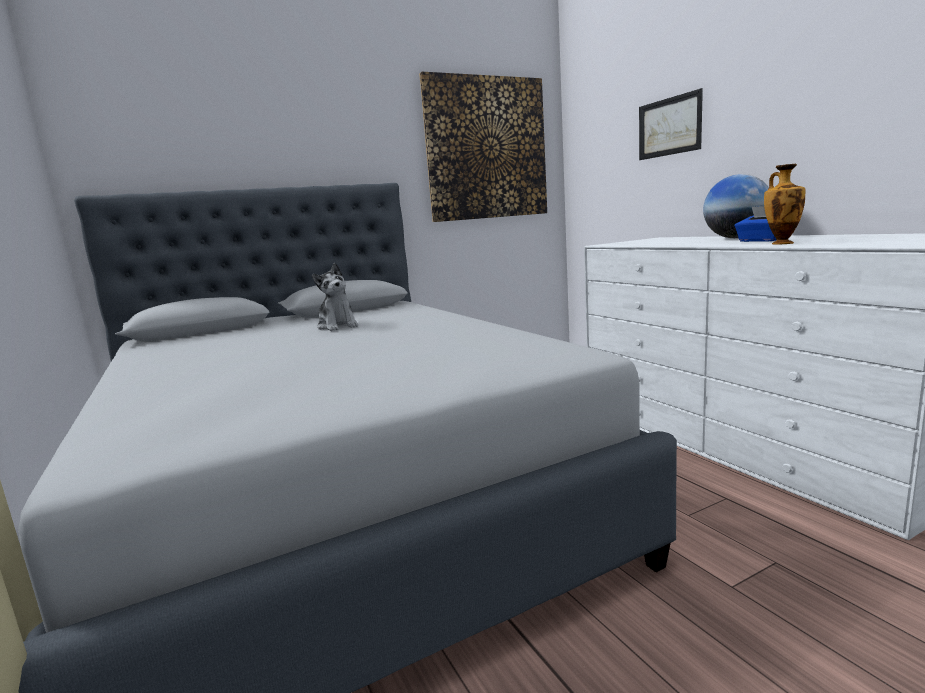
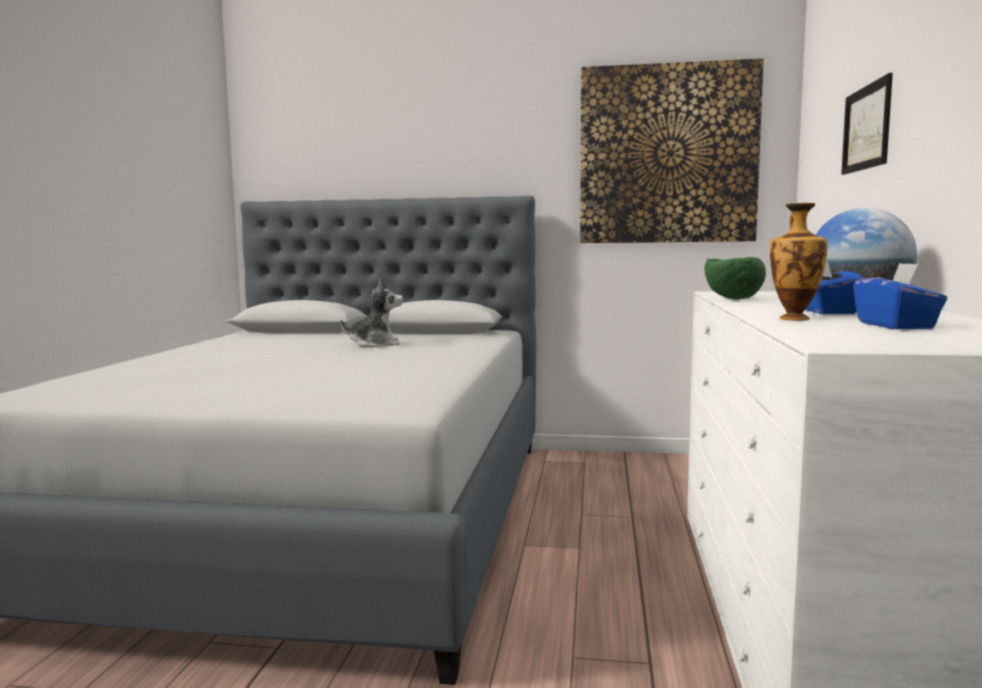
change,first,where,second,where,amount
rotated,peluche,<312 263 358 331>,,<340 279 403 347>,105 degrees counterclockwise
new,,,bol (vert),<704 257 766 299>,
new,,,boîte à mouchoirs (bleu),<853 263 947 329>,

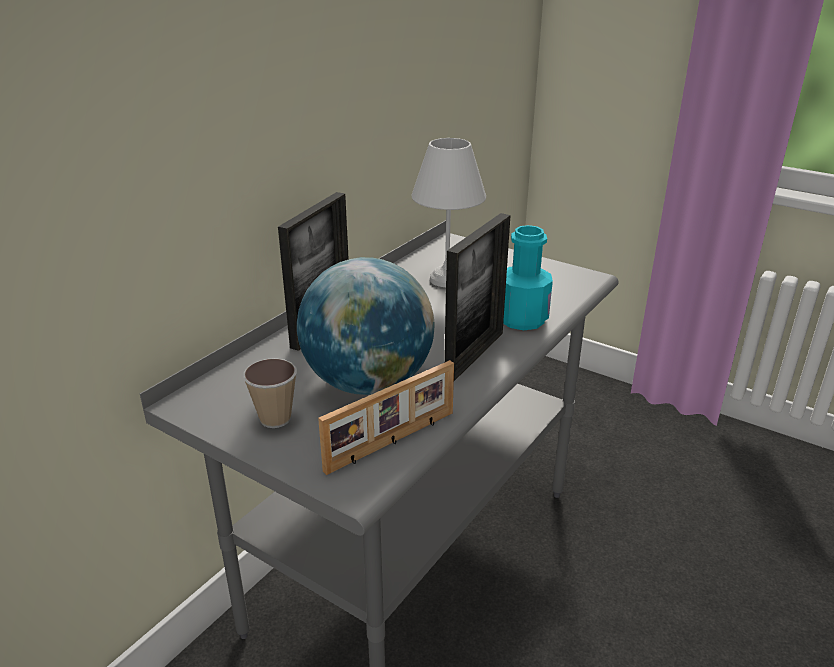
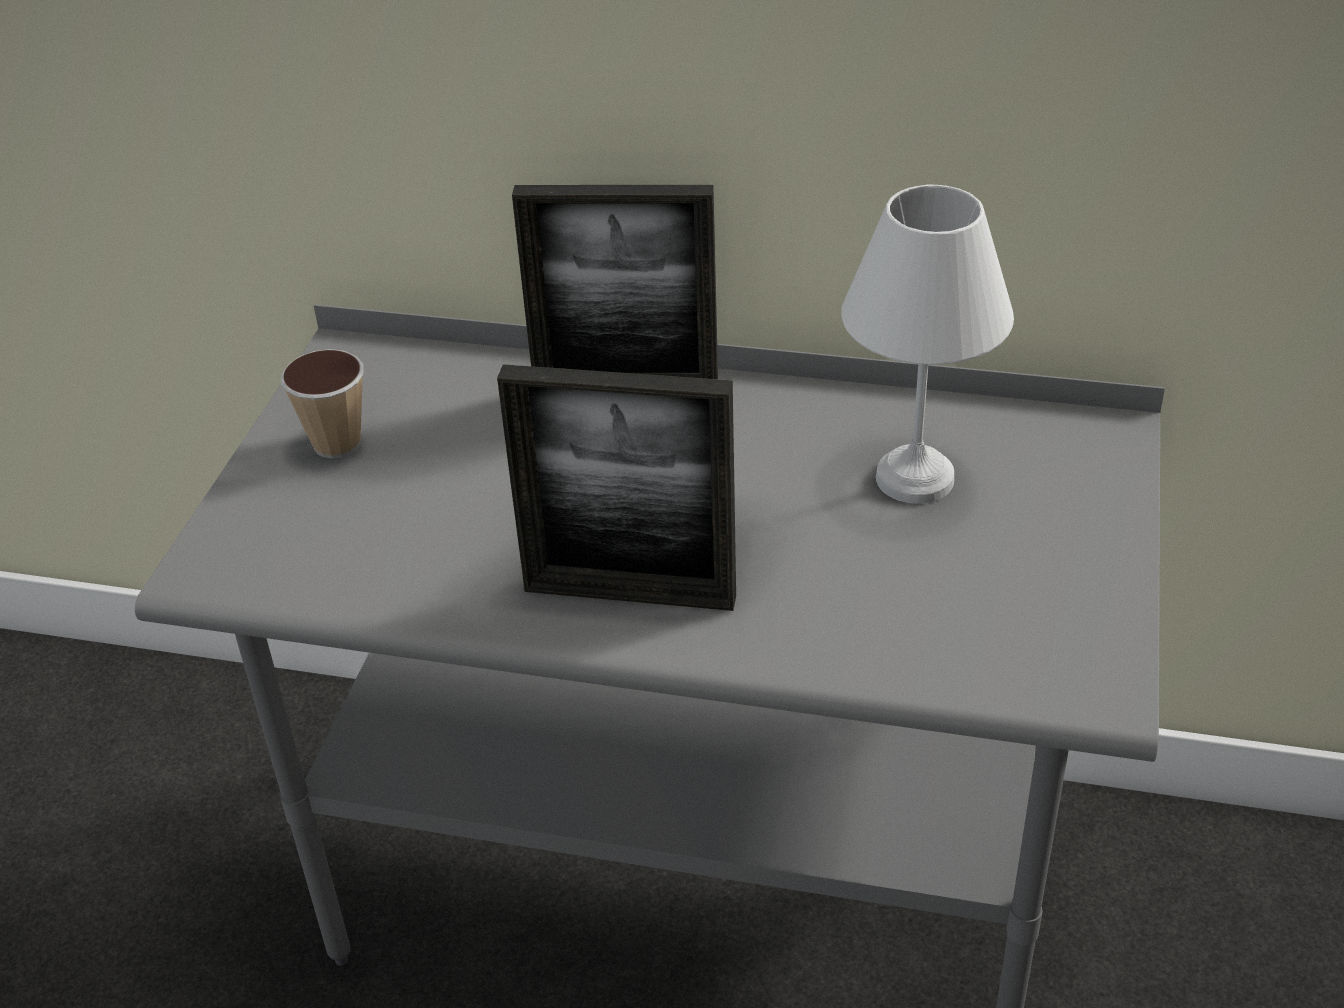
change,first,where,second,where,amount
gone,globe,<297 257 434 395>,,,
gone,cadre photo,<318 360 454 475>,,,
gone,bouteille (turquoise),<503 225 553 330>,,,

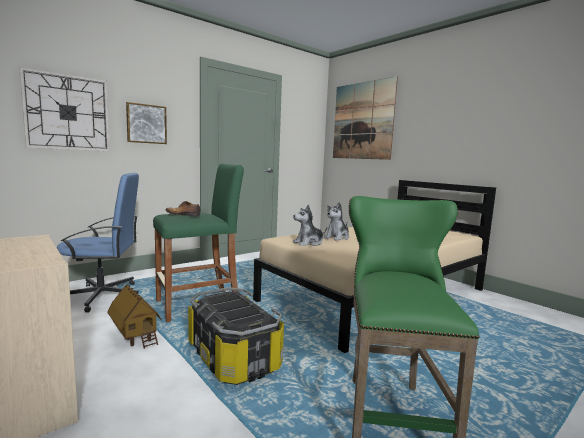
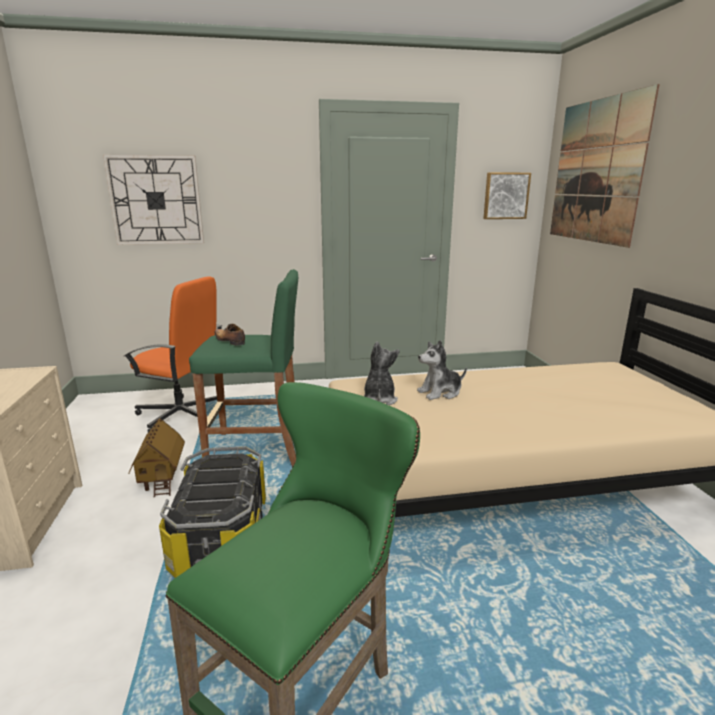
change,first,where,second,where,amount
repainted,chaise de bureau (bleu),<57 173 139 312>,chaise de bureau (orange),<123 276 222 432>,
shifted,tableau,<126 102 167 144>,,<483 172 531 219>,
rotated,peluche,<293 204 327 246>,,<364 342 400 405>,90 degrees clockwise

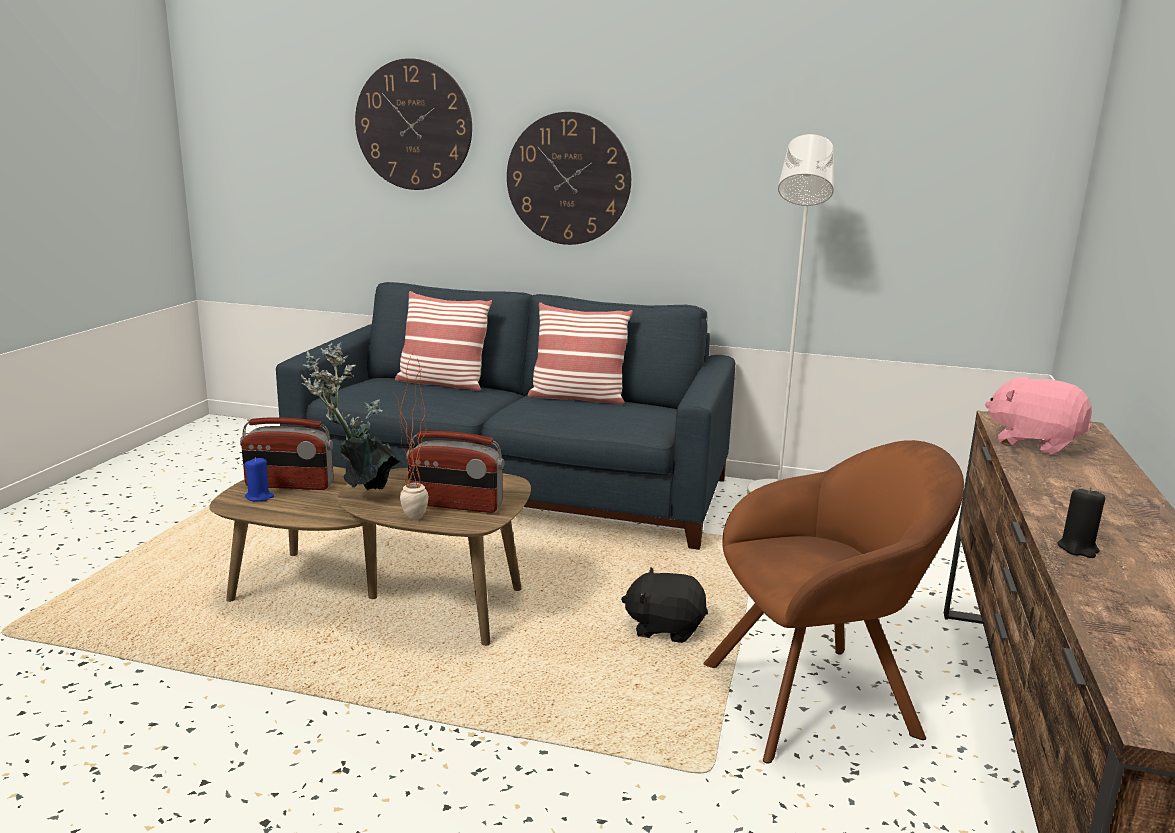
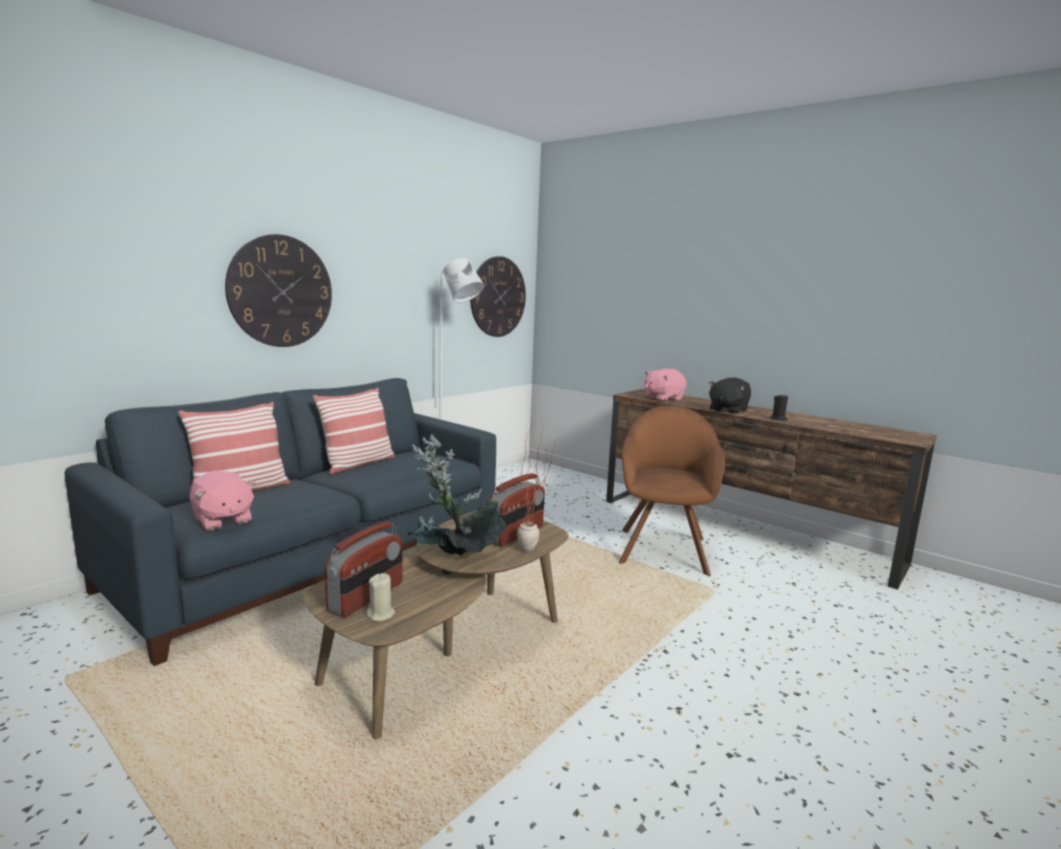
change,first,where,second,where,amount
repainted,bougie (bleu),<245 457 274 501>,bougie (beige),<366 573 395 621>,
shifted,horloge murale,<355 58 472 190>,,<470 256 526 337>,
shifted,peluche (noir),<621 567 708 643>,,<708 377 751 414>,
new,,,peluche (rose),<189 471 256 530>,

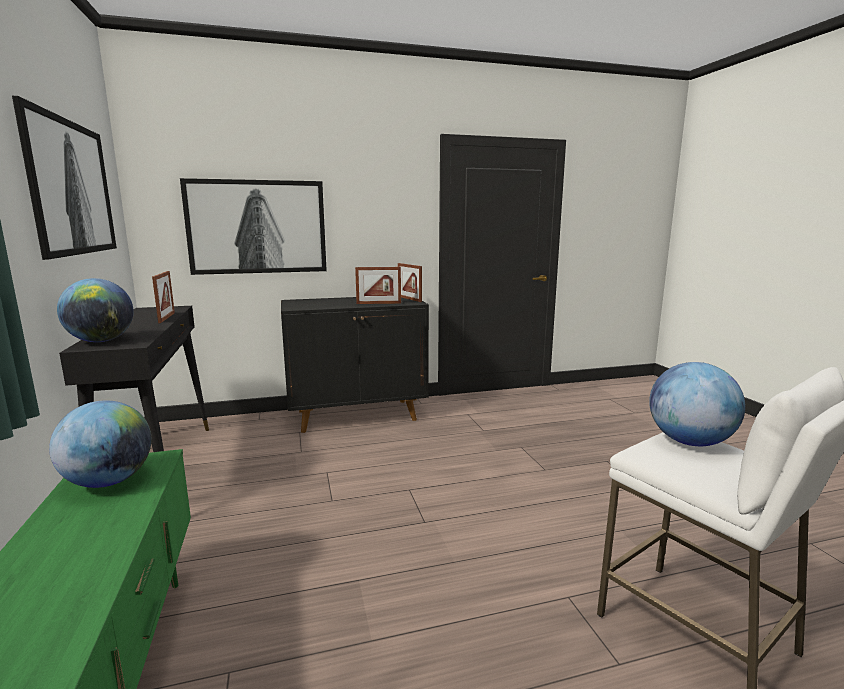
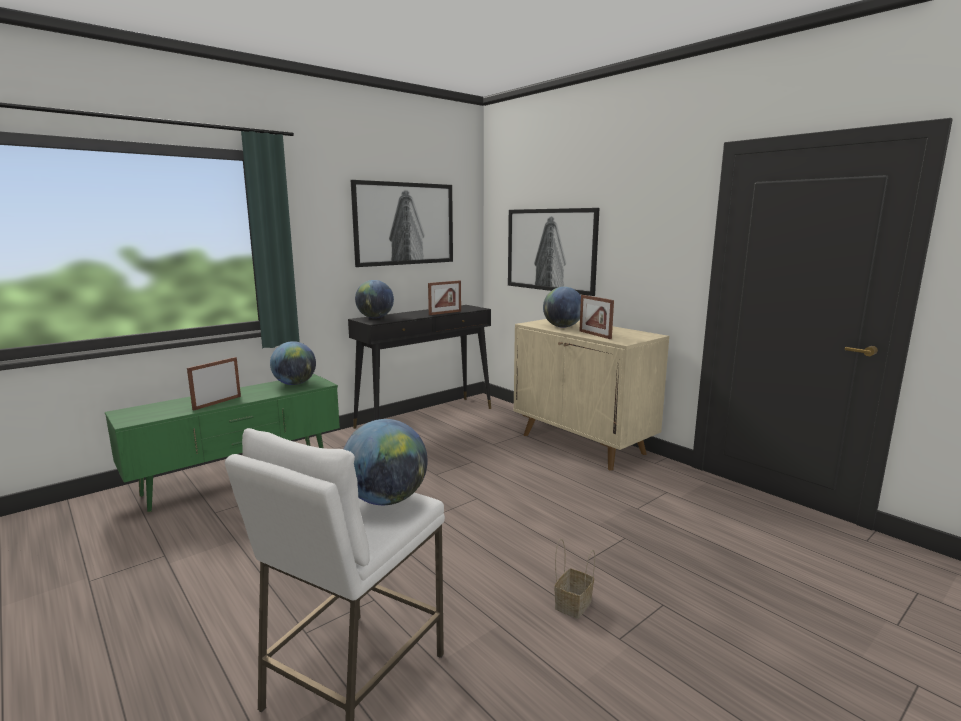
change,first,where,second,where,amount
repainted,meuble de rangement (noir),<281 297 429 433>,meuble de rangement (beige),<514 319 669 471>,
shifted,cadre photo,<398 263 422 302>,,<187 357 241 411>,
new,,,globe,<543 287 581 328>,
new,,,panier,<554 539 595 619>,

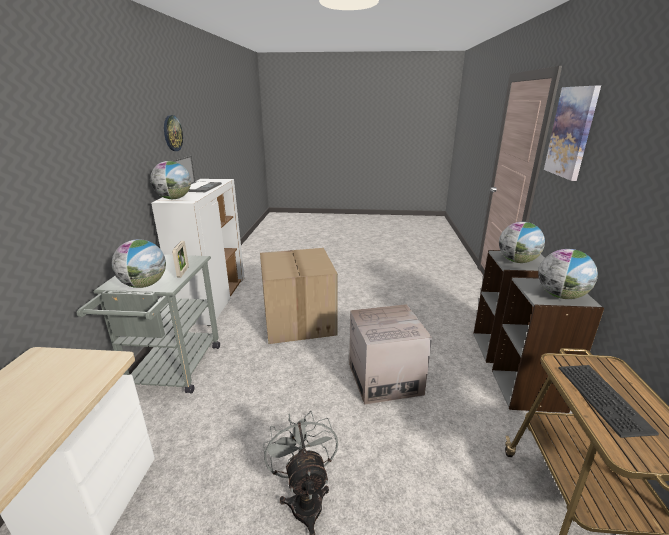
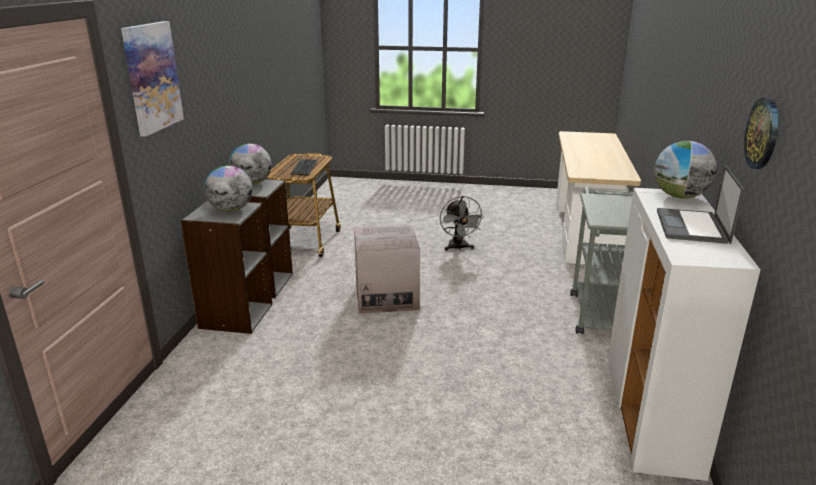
change,first,where,second,where,amount
gone,globe,<112 239 166 288>,,,
gone,cadre photo,<172 241 189 278>,,,
gone,carton,<260 248 338 344>,,,

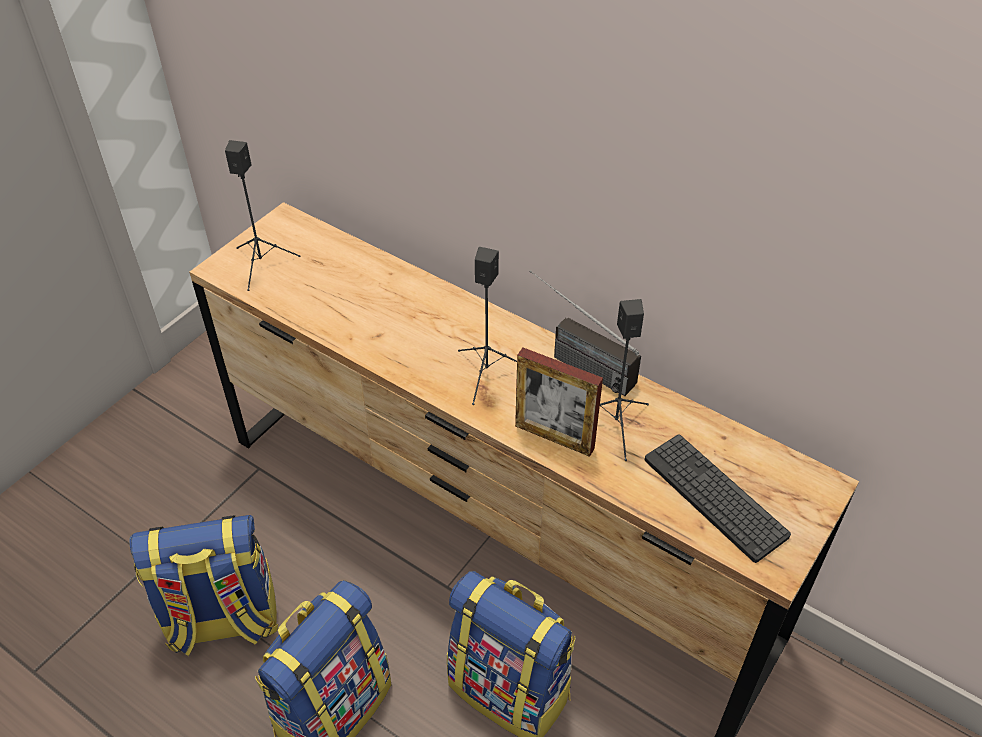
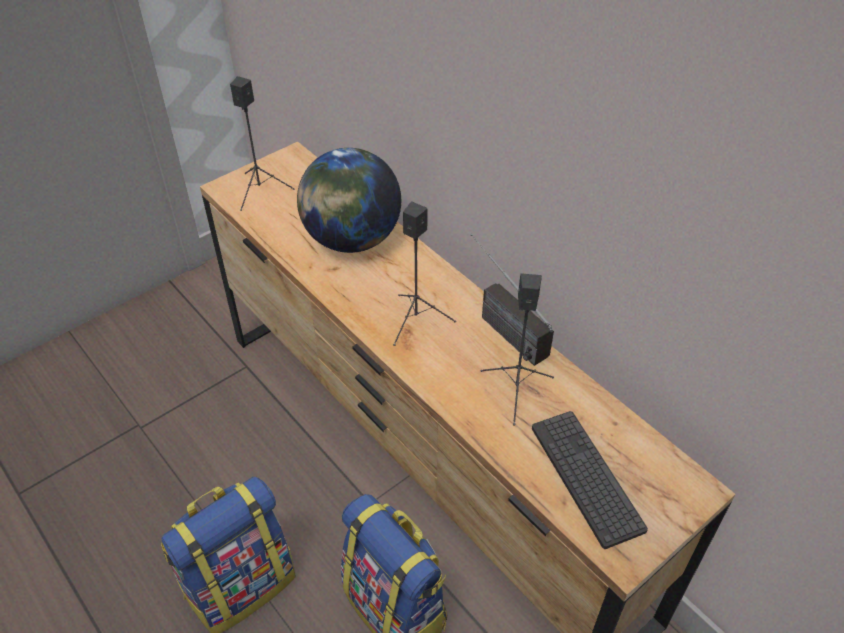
change,first,where,second,where,amount
gone,sac à dos,<129 515 278 656>,,,
gone,cadre photo,<515 348 603 457>,,,
new,,,globe,<297 148 401 253>,

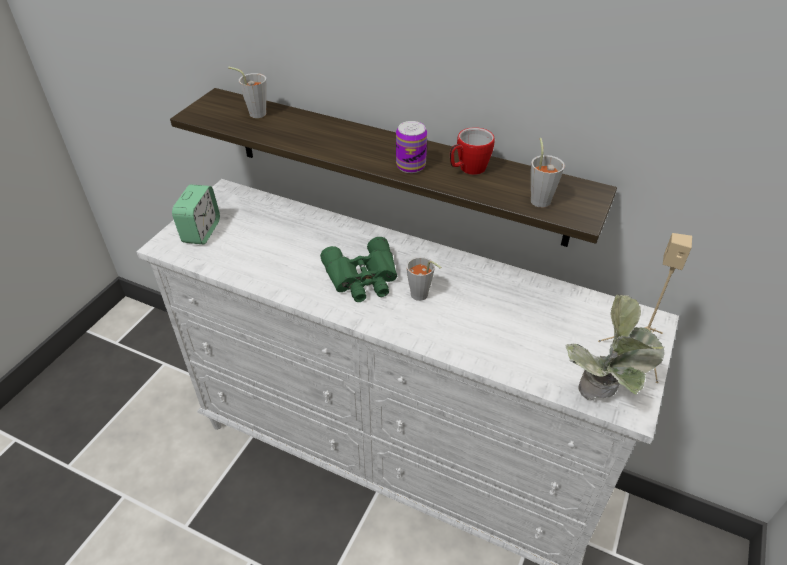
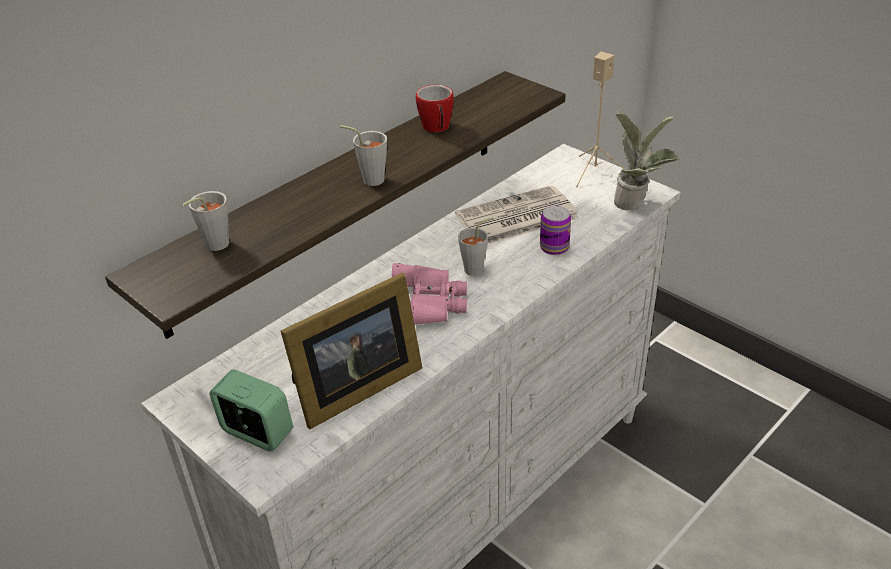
change,first,where,second,where,amount
repainted,jumelles (vert),<320 237 397 302>,jumelles (rose),<392 263 467 324>,
shifted,boîte métallique,<396 121 427 173>,,<540 206 571 255>,
shifted,tasse (gris),<531 138 565 208>,,<340 125 387 186>,
new,,,cadre photo,<281 273 422 429>,
new,,,journal,<455 185 579 244>,

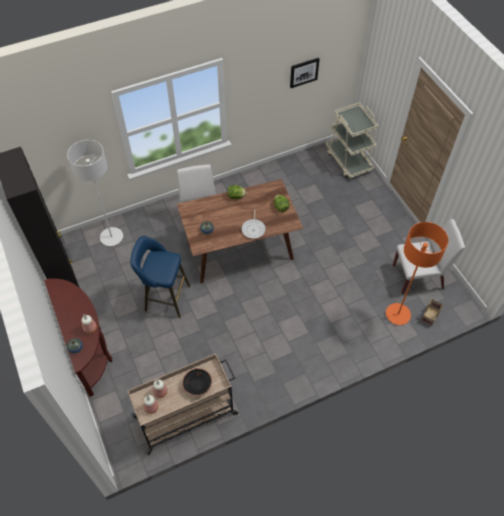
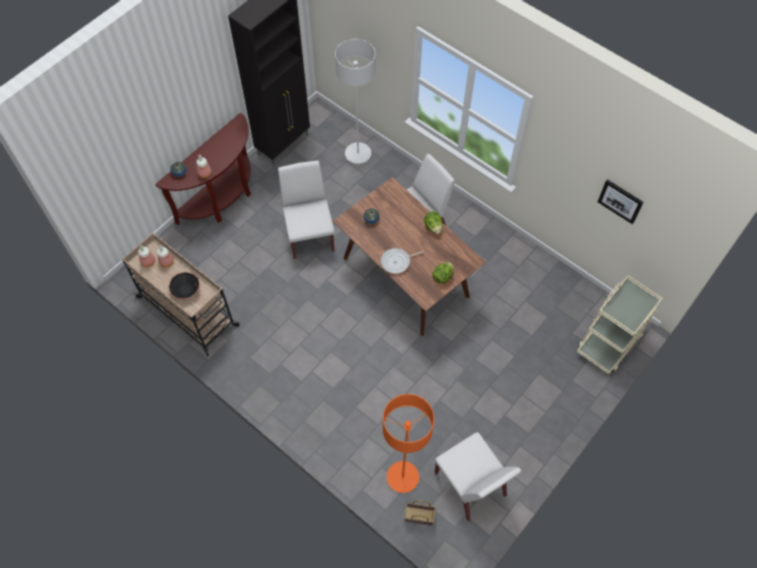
change,first,where,second,where,amount
swapped,tabouret (bleu),<130 236 190 318>,chaise (blanc),<278 161 335 259>,

